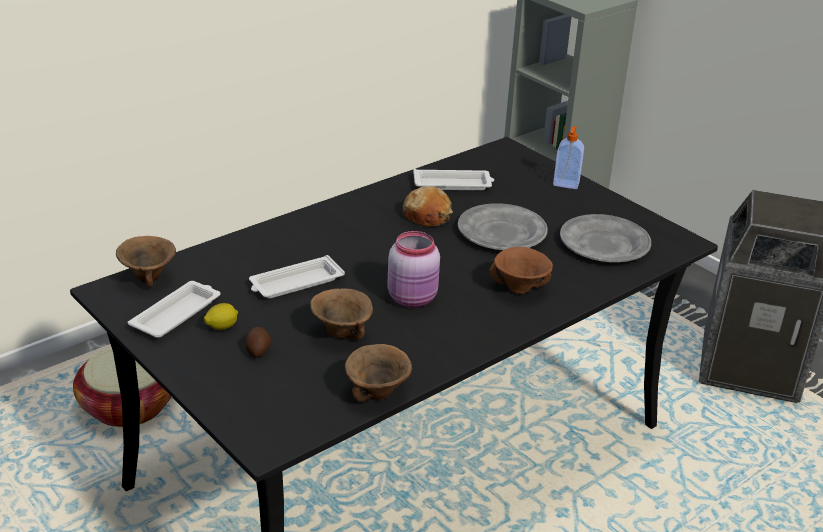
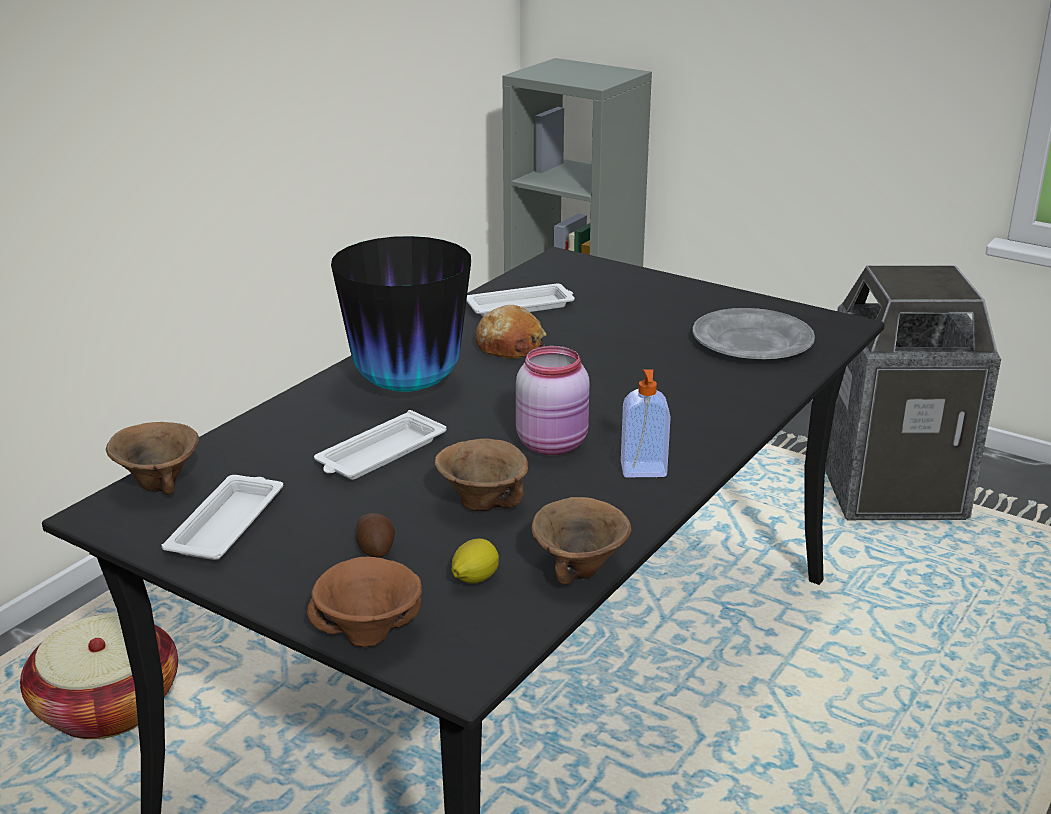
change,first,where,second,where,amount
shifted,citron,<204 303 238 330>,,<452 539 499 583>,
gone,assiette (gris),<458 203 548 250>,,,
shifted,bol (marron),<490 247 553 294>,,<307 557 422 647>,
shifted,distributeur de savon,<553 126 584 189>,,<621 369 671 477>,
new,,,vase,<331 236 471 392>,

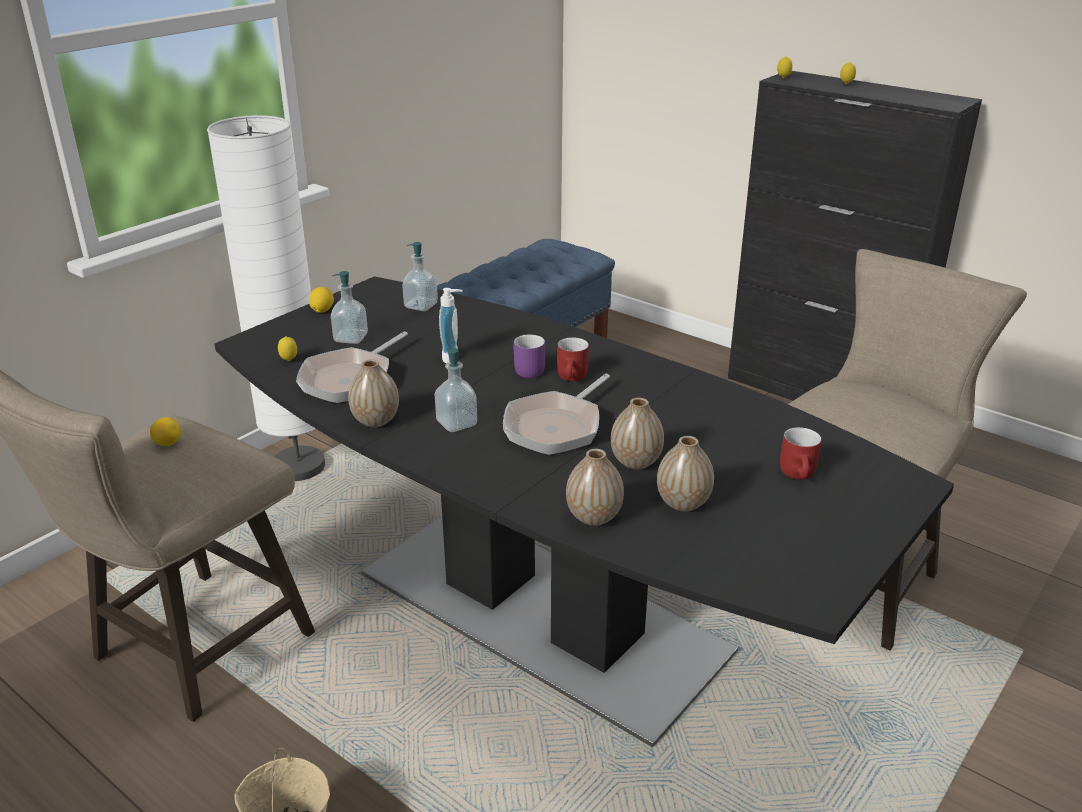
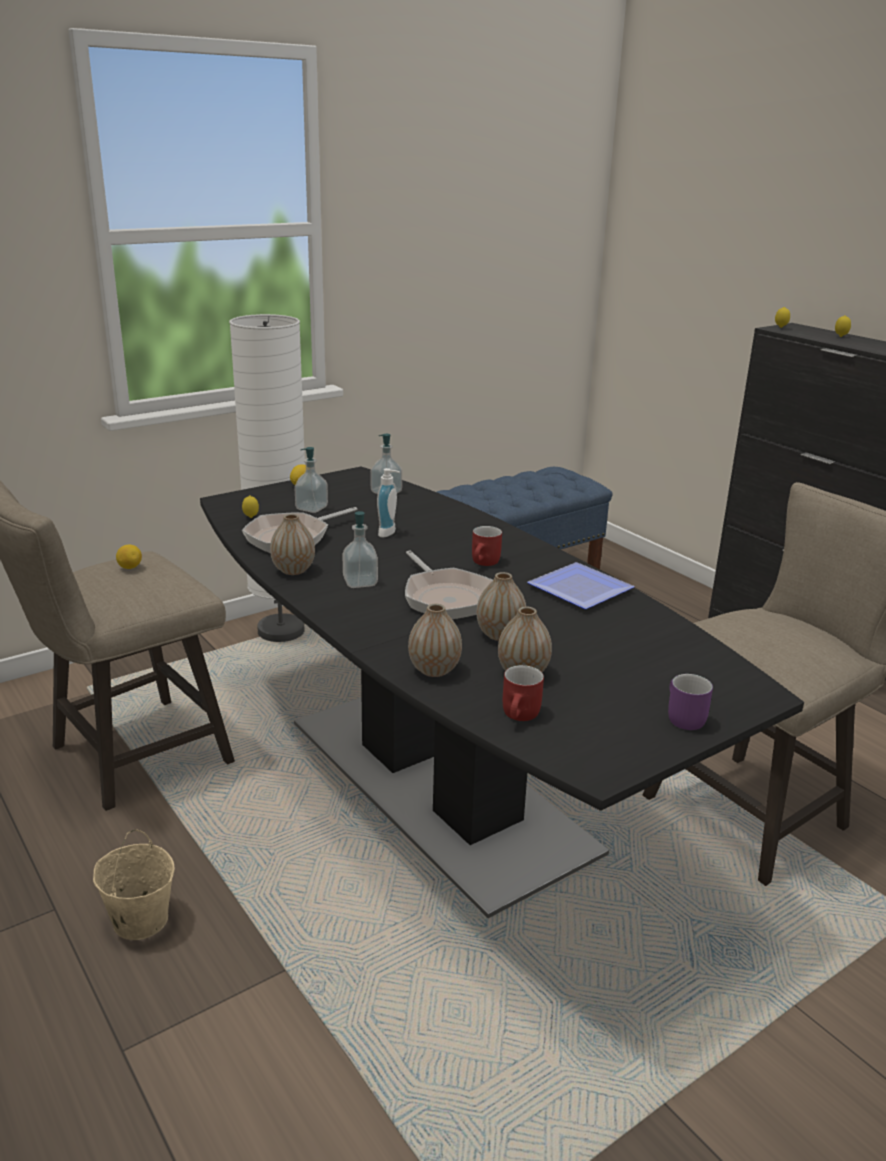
change,first,where,second,where,amount
rotated,poêle,<503 374 610 455>,,<405 551 493 620>,75 degrees counterclockwise
shifted,mug (violet),<513 334 545 378>,,<668 674 713 730>,
shifted,mug (rouge),<780 427 822 479>,,<503 665 544 721>,
new,,,assiette,<527 562 635 609>,

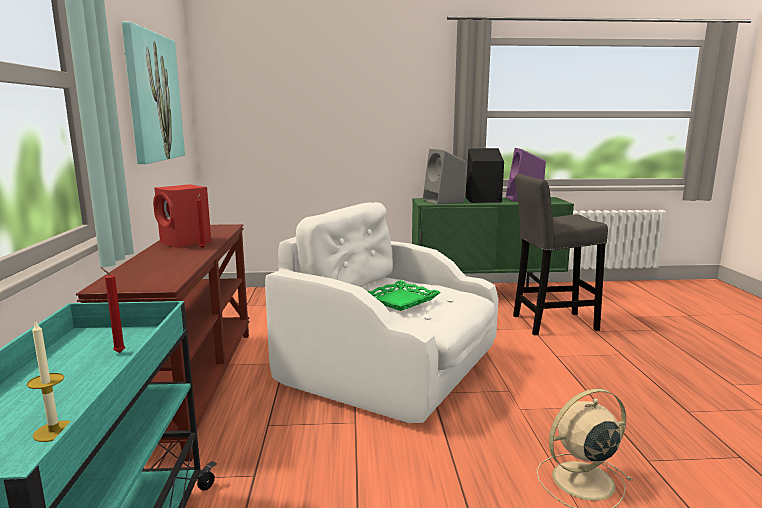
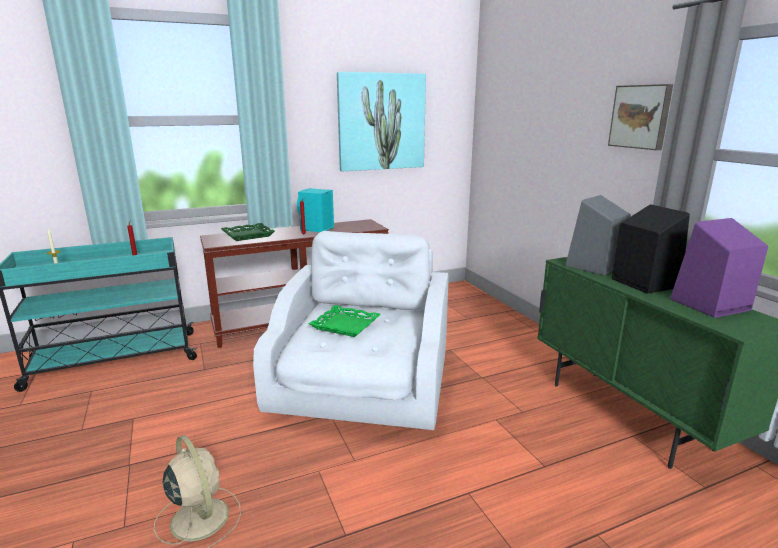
change,first,where,second,where,amount
repainted,enceinte (rouge),<153 184 211 248>,enceinte (turquoise),<297 188 334 232>,
gone,tabouret (gris),<513 174 608 335>,,,
new,,,plateau (vert),<221 223 275 241>,
new,,,tableau,<608 84 673 150>,

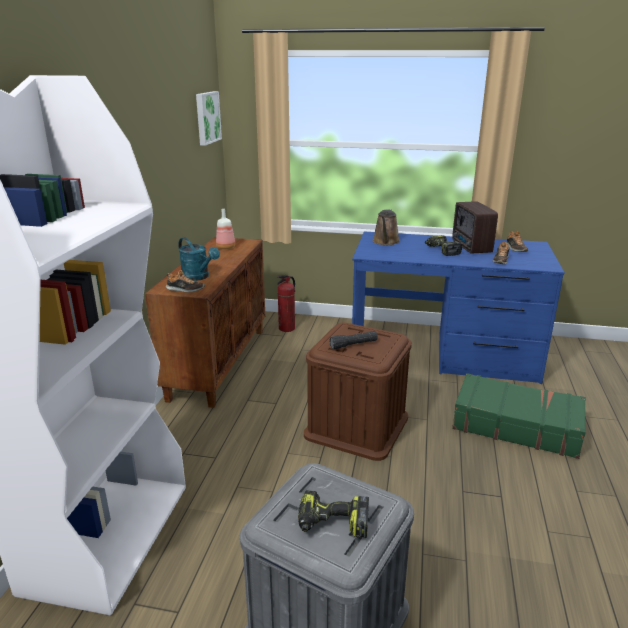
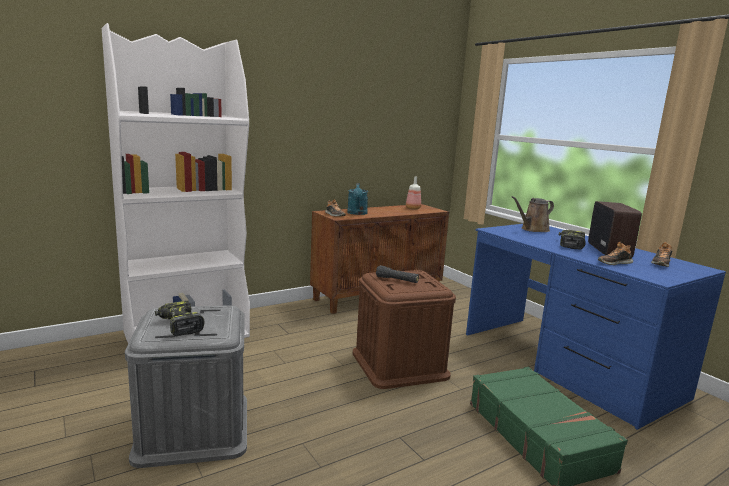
change,first,where,second,where,amount
gone,tableau,<196 91 222 146>,,,
gone,extincteur,<277 275 295 332>,,,
rotated,radio,<452 201 498 254>,,<588 201 642 257>,150 degrees clockwise

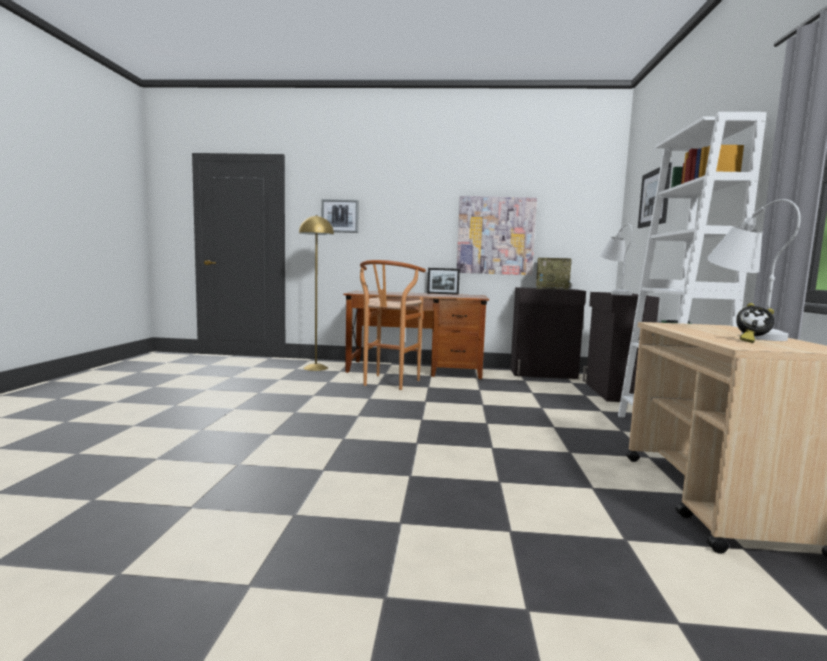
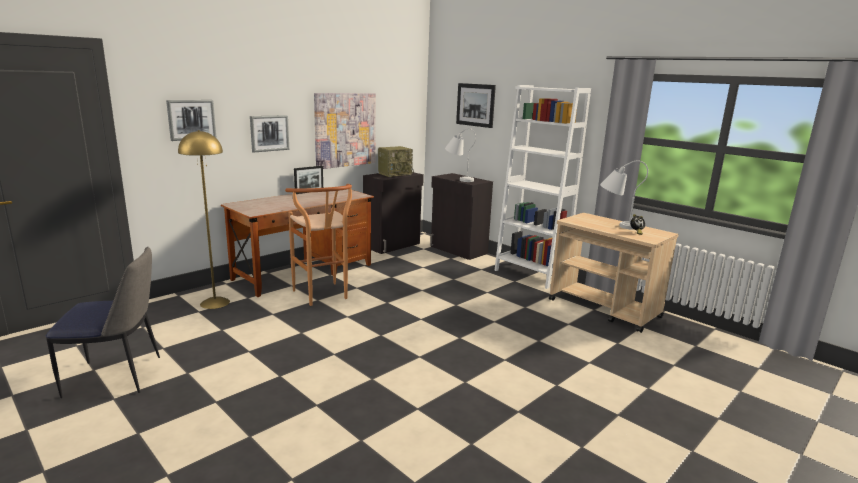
change,first,where,second,where,amount
new,,,chaise,<46 247 160 398>,
new,,,tableau,<250 115 289 153>,

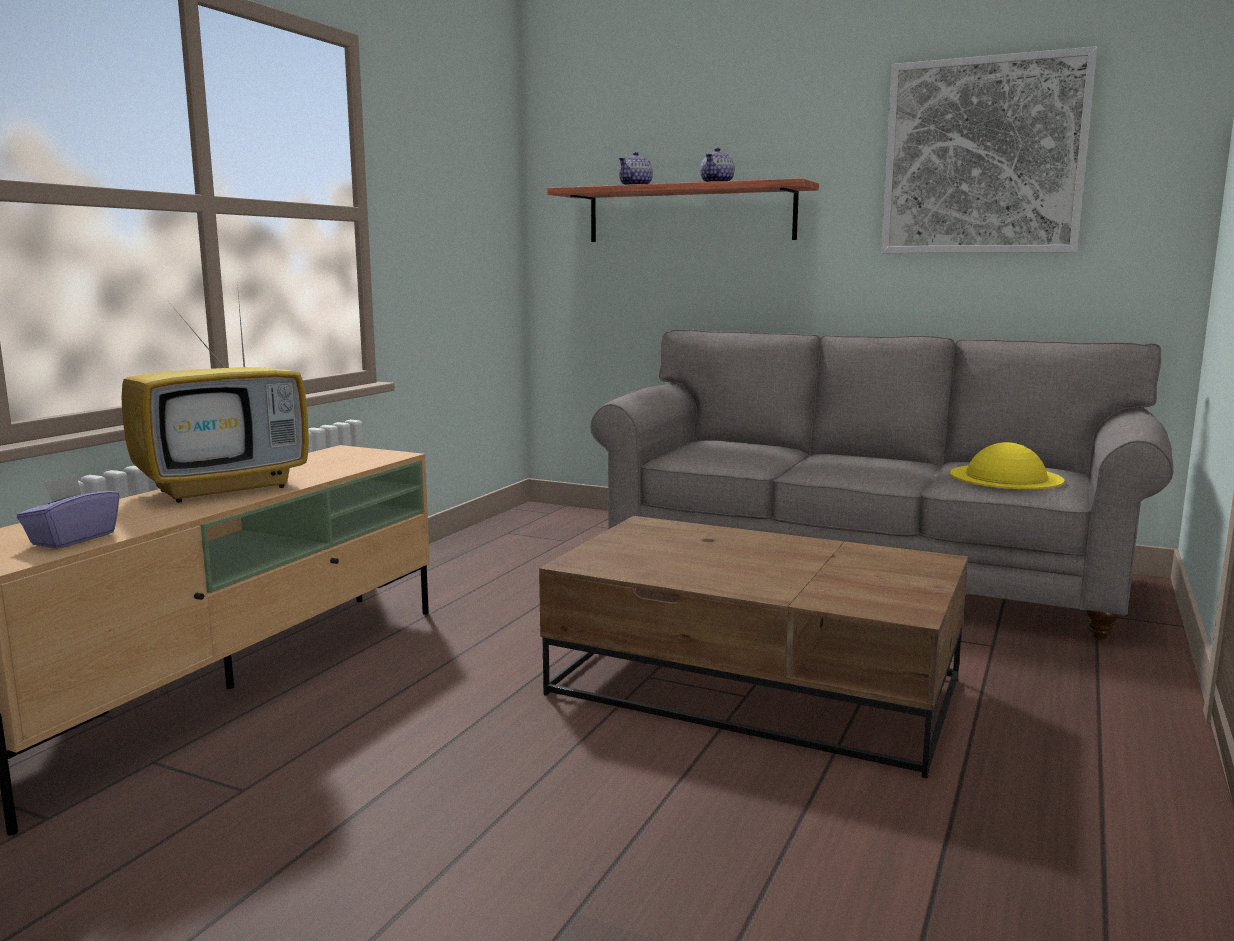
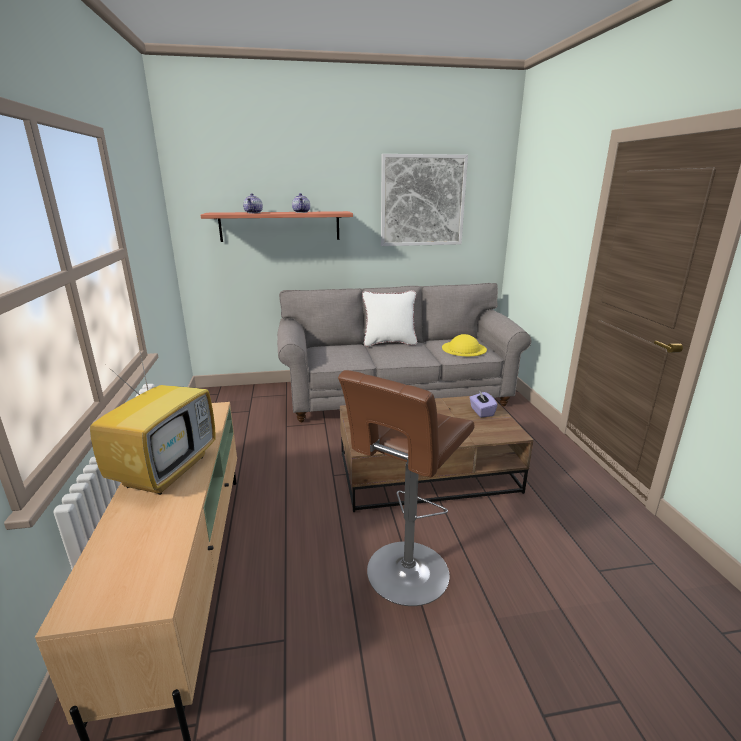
change,first,where,second,where,amount
shifted,boîte à mouchoirs (violet),<17 474 120 549>,,<469 390 498 417>,
new,,,tabouret (marron),<338 370 474 606>,
new,,,coussin (blanc),<362 290 417 347>,

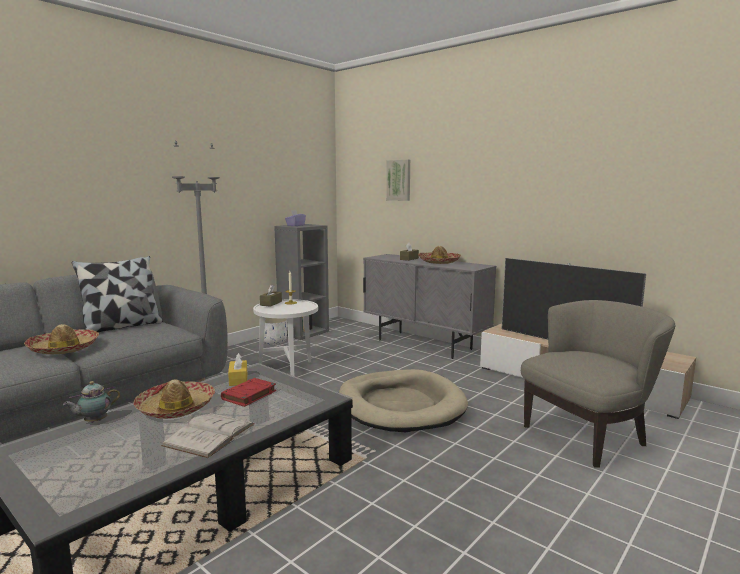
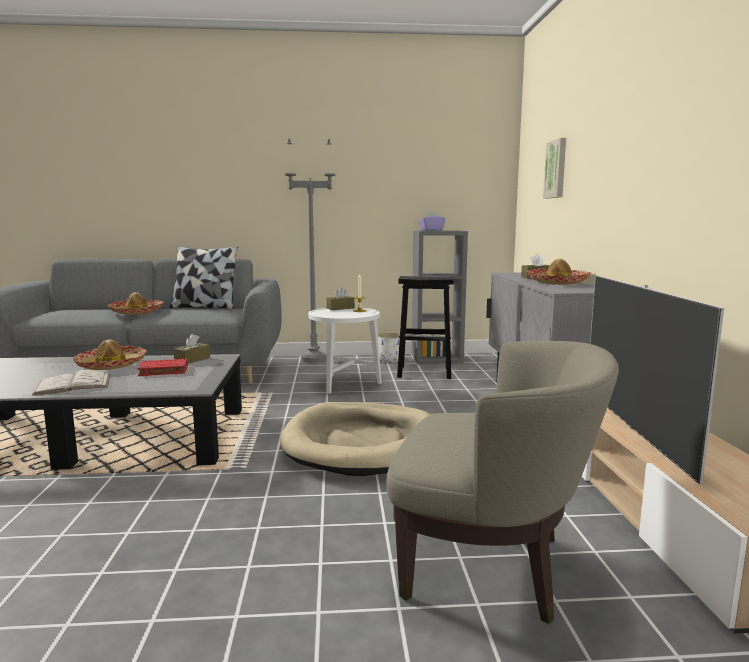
change,first,where,second,where,amount
gone,théière,<63 381 120 423>,,,
repainted,boîte à mouchoirs (jaune),<228 353 247 386>,boîte à mouchoirs (marron),<173 334 210 364>,
new,,,tabouret (noir),<397 276 454 379>,

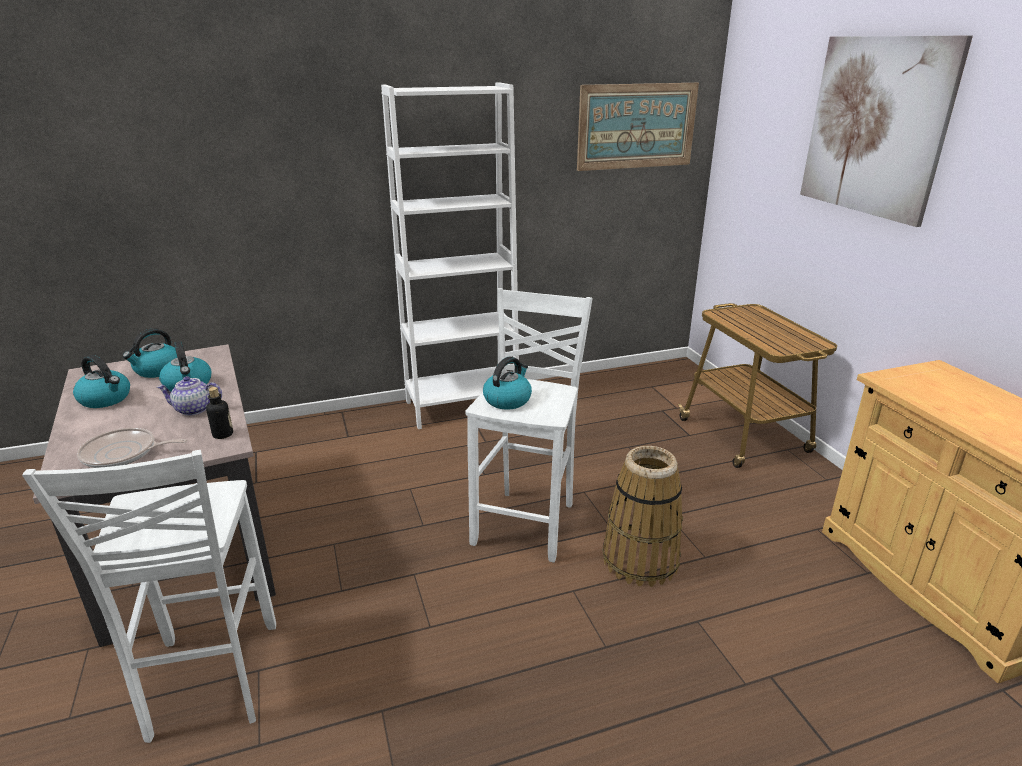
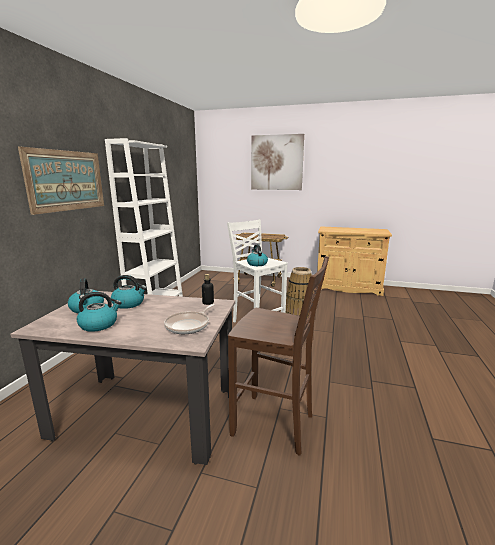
change,first,where,second,where,amount
repainted,tabouret (blanc),<22 450 276 743>,tabouret (marron),<228 256 329 456>,
gone,théière,<157 376 222 416>,,,
shifted,tableau,<577 83 699 171>,,<18 147 104 215>,

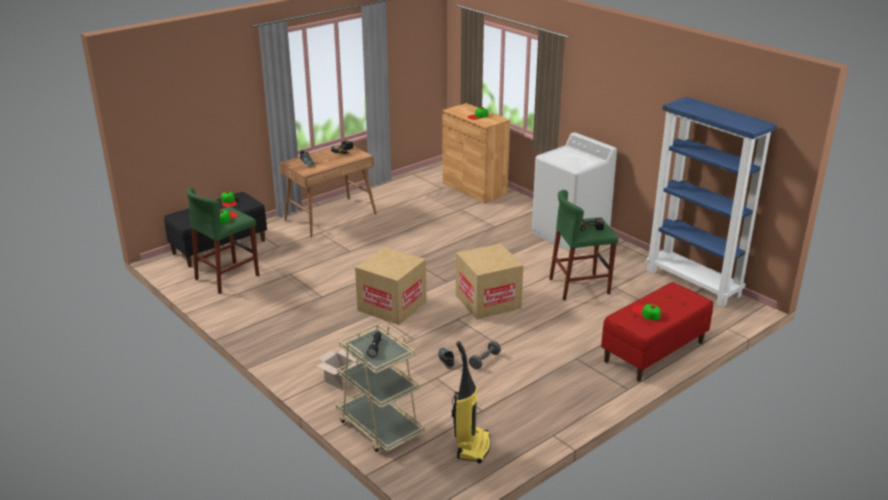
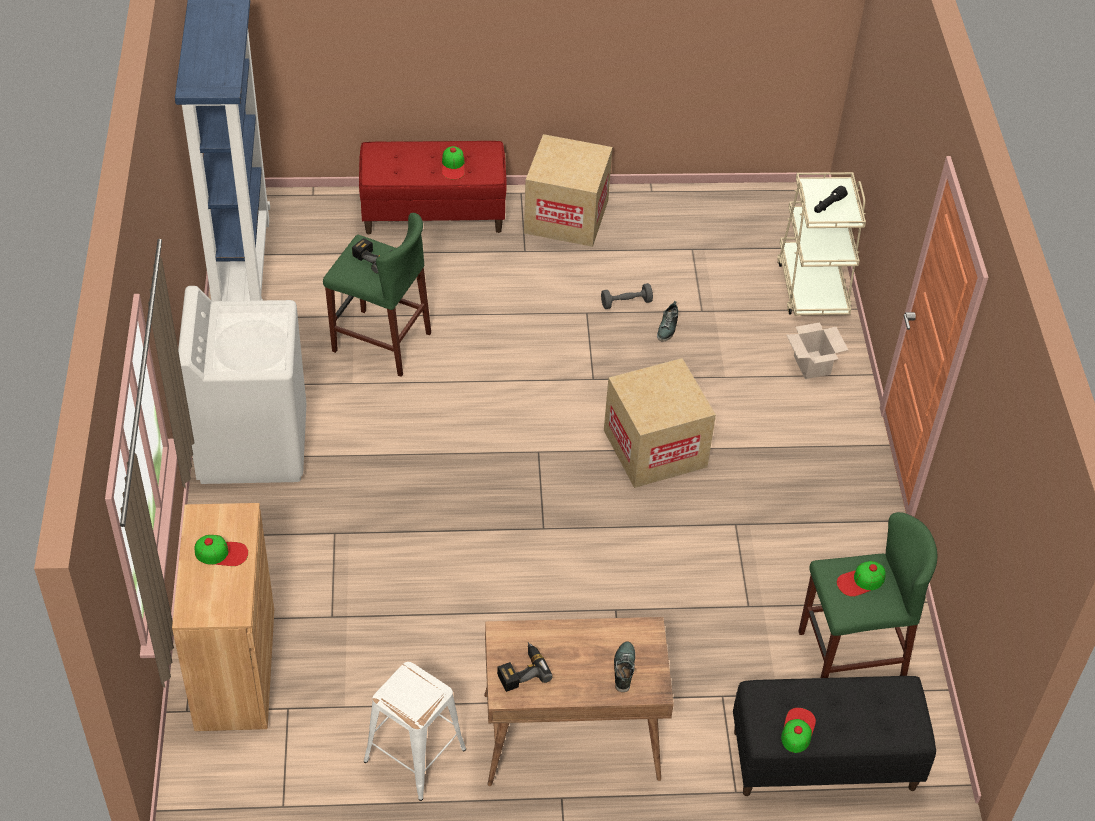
change,first,where,second,where,amount
gone,aspirateur,<452 341 491 464>,,,
shifted,carton,<456 243 523 319>,,<524 134 613 247>,
new,,,tabouret (blanc),<364 662 466 801>,

